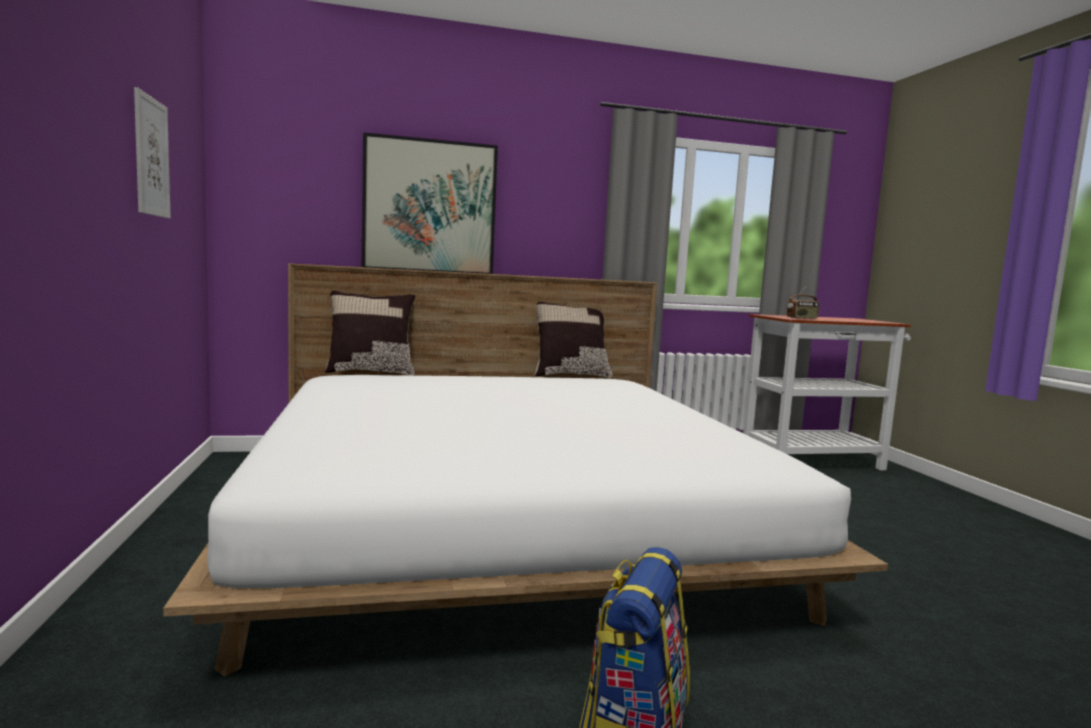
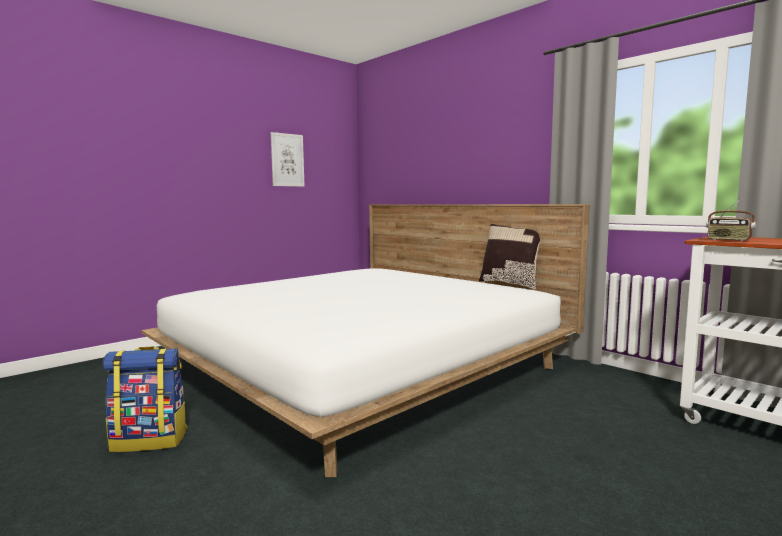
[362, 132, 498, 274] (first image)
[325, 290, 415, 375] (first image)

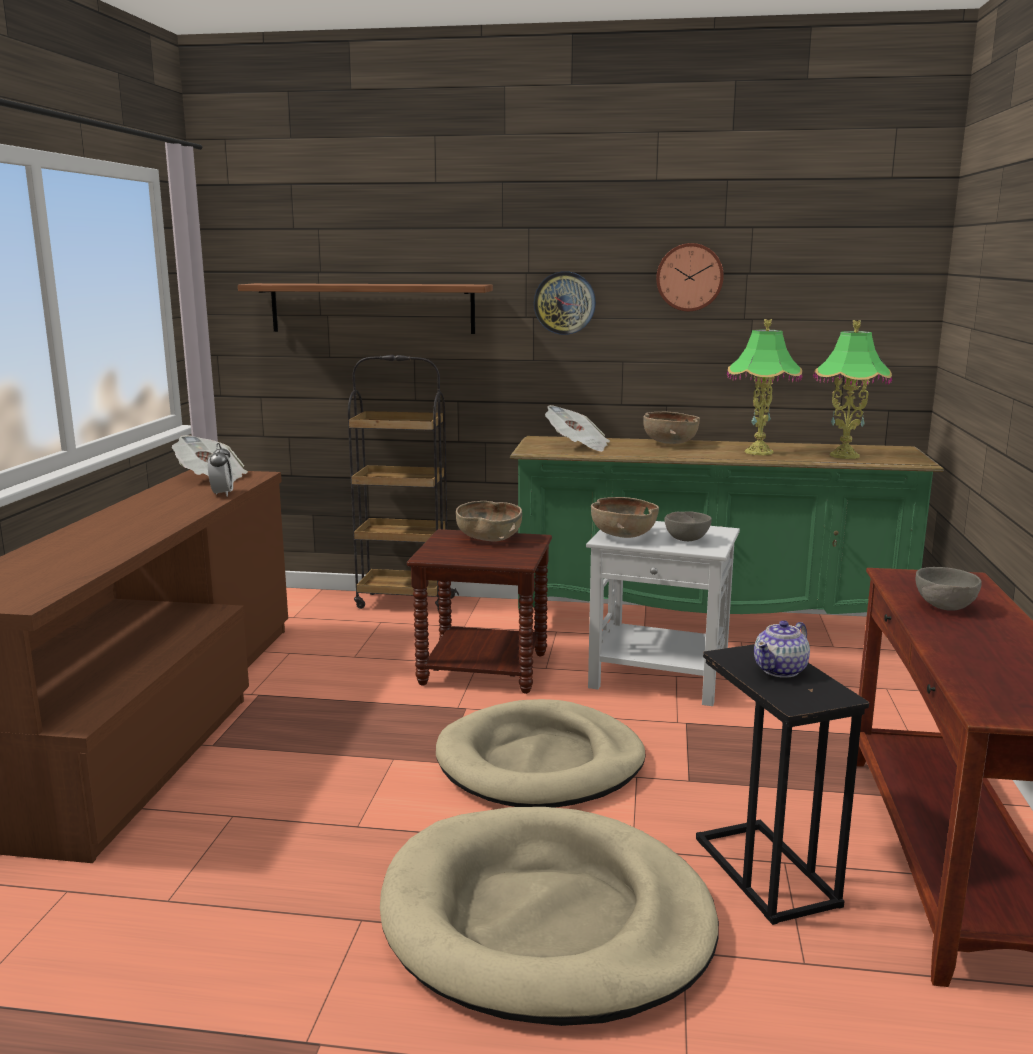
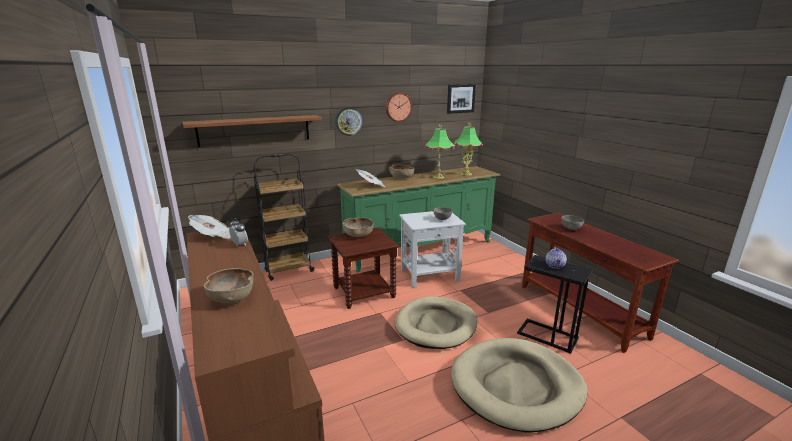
[204, 268, 254, 303]
[447, 84, 476, 114]

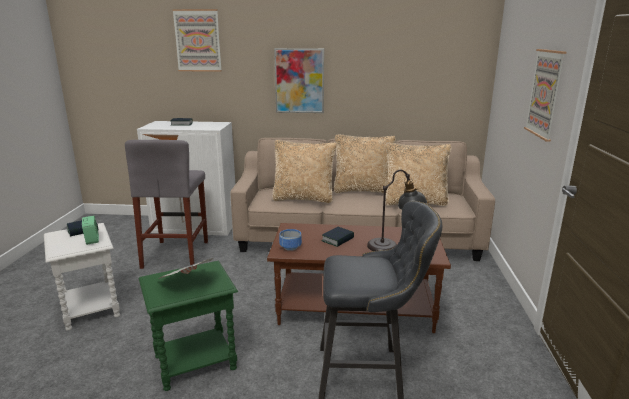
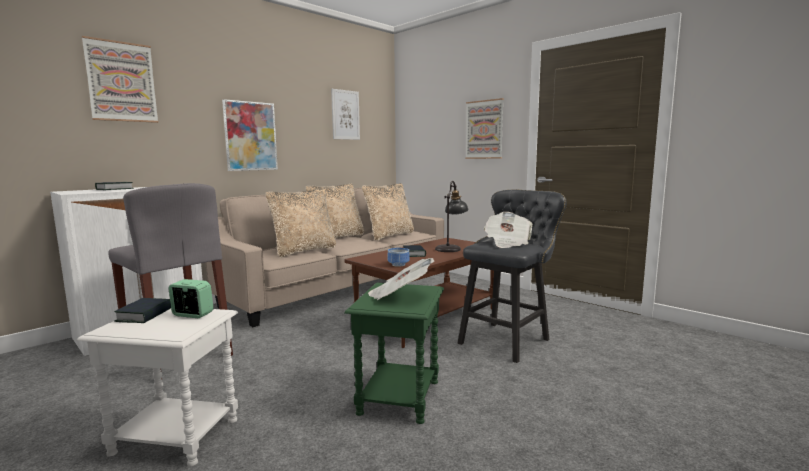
[331, 89, 360, 140]
[484, 212, 533, 248]

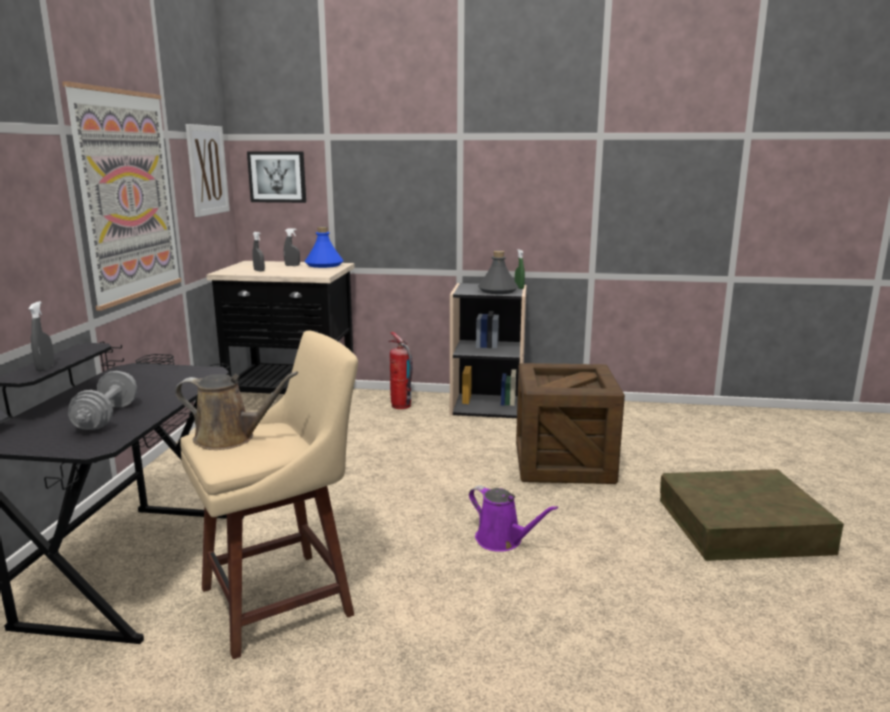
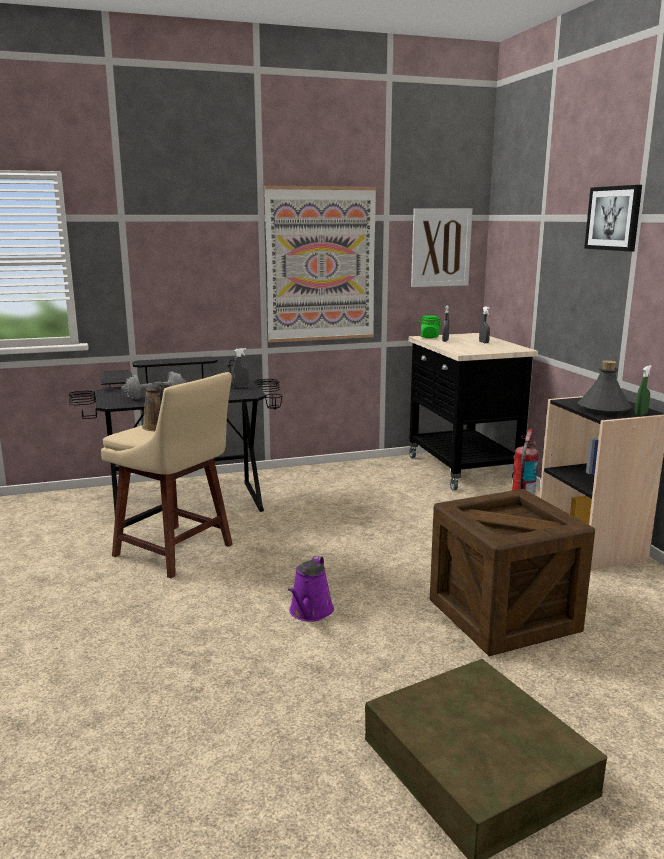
[584, 185, 642, 251]
[305, 227, 343, 268] (first image)
[232, 348, 249, 388]
[418, 315, 442, 338]

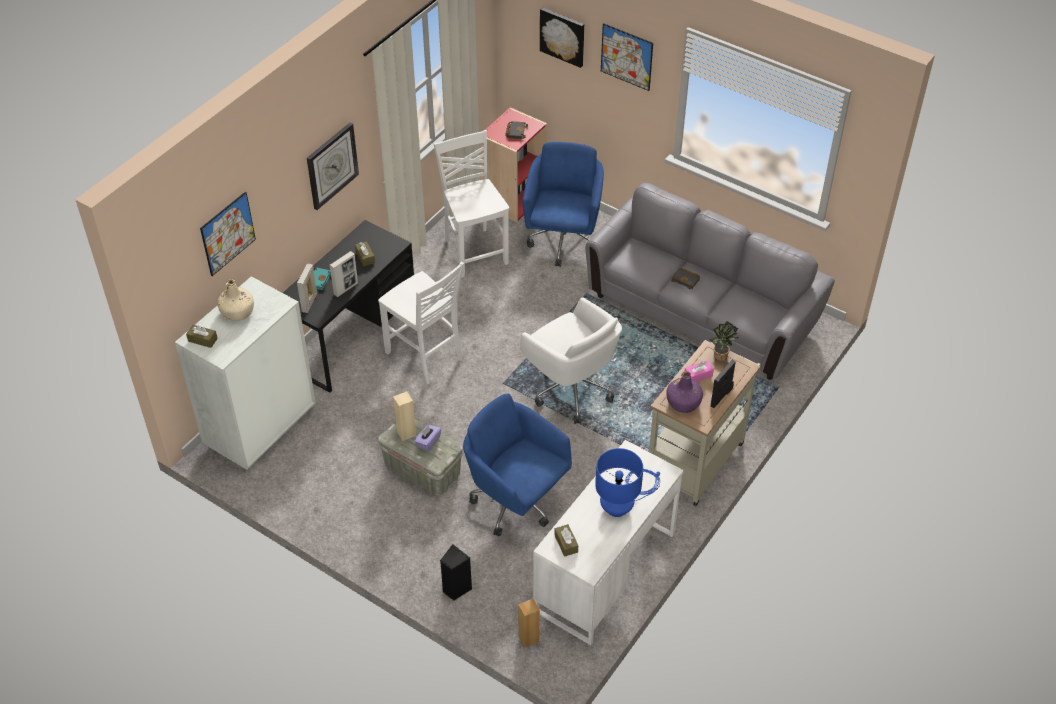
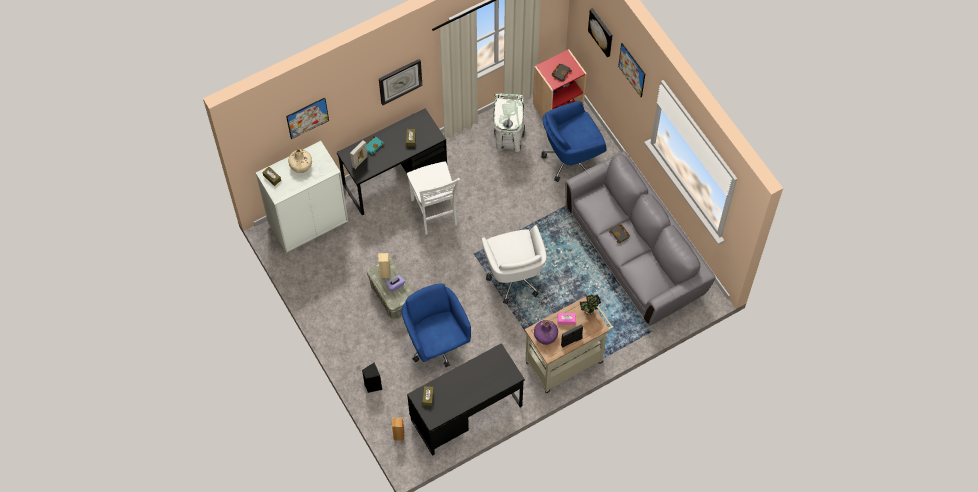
[494, 94, 525, 152]
[541, 101, 607, 182]
[329, 251, 358, 297] (first image)
[407, 343, 525, 456]
[595, 448, 660, 517] (first image)

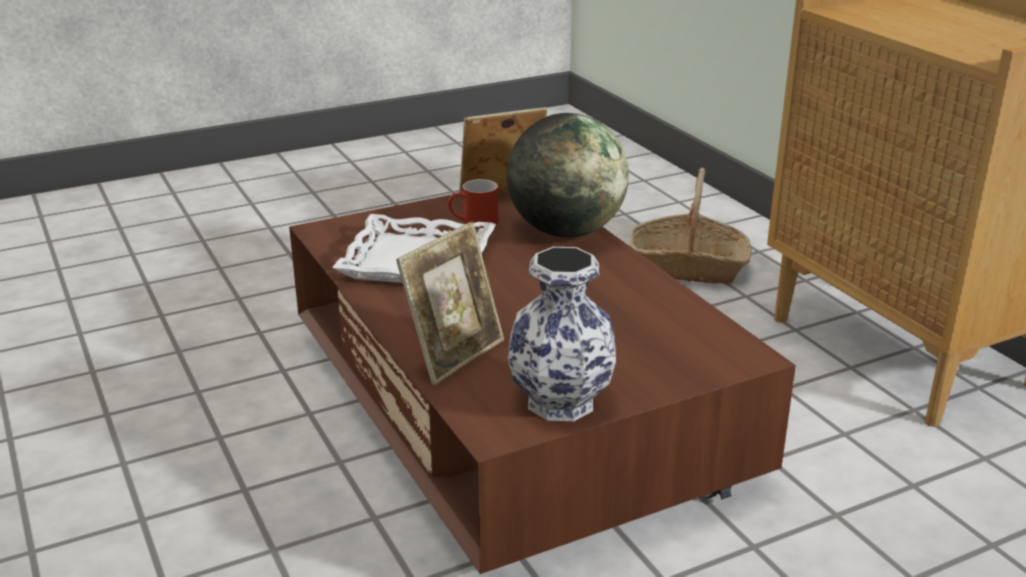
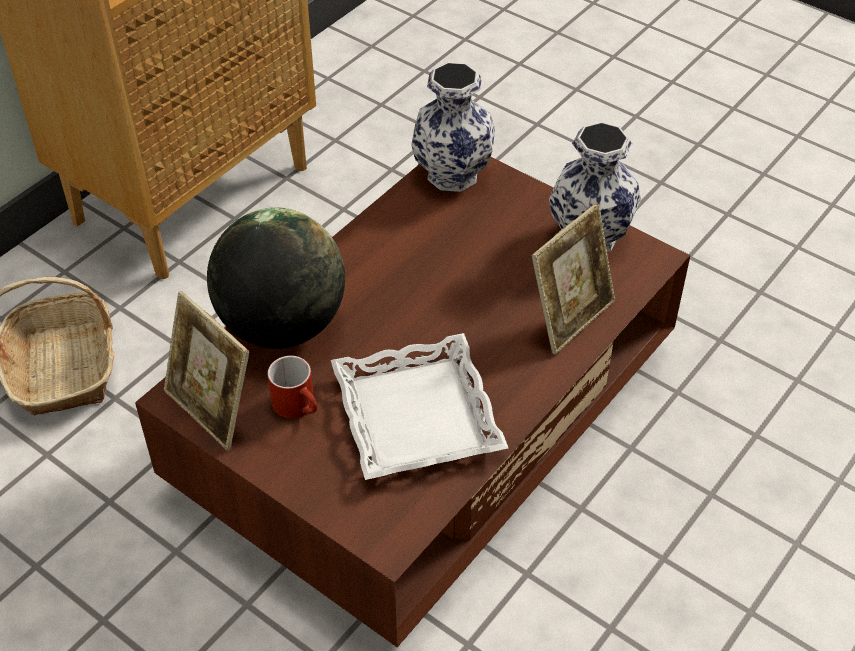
[531, 203, 615, 355]
[411, 62, 495, 192]

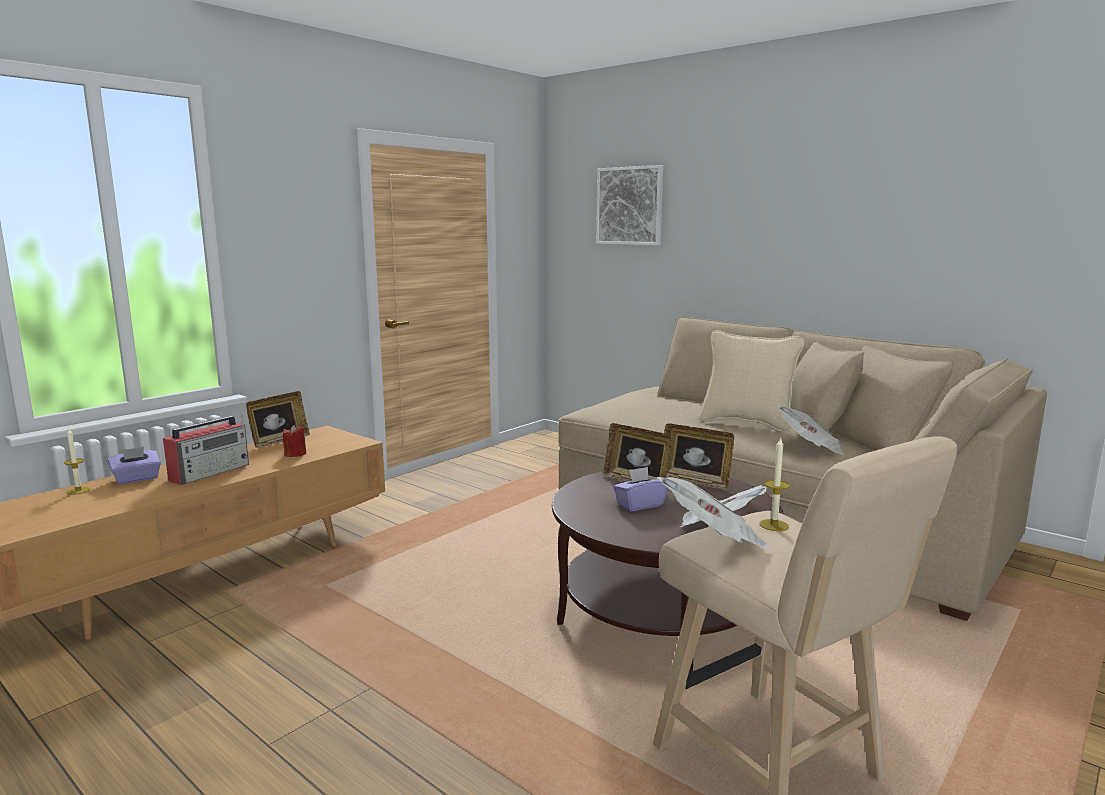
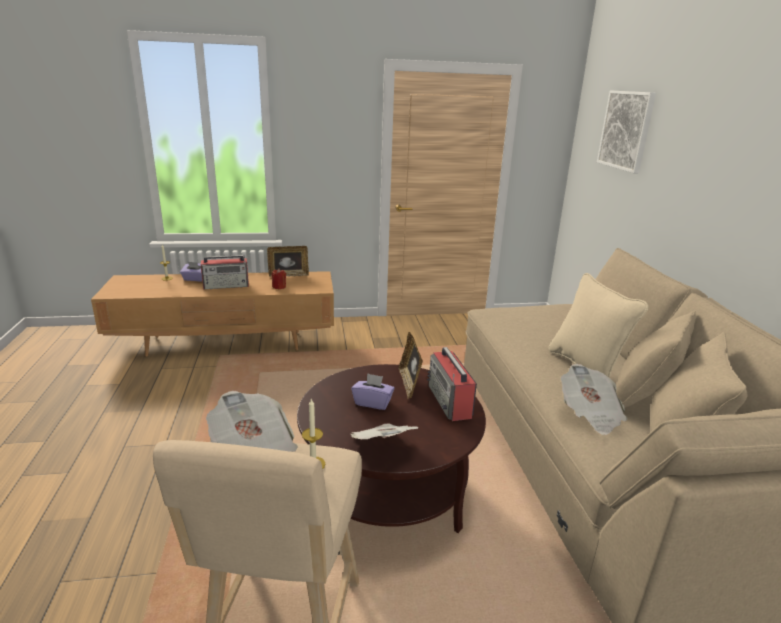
[427, 347, 477, 421]

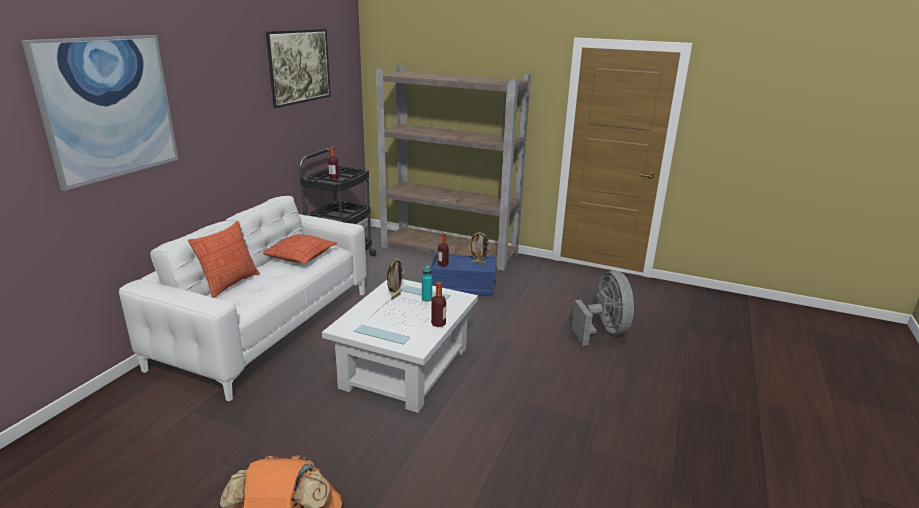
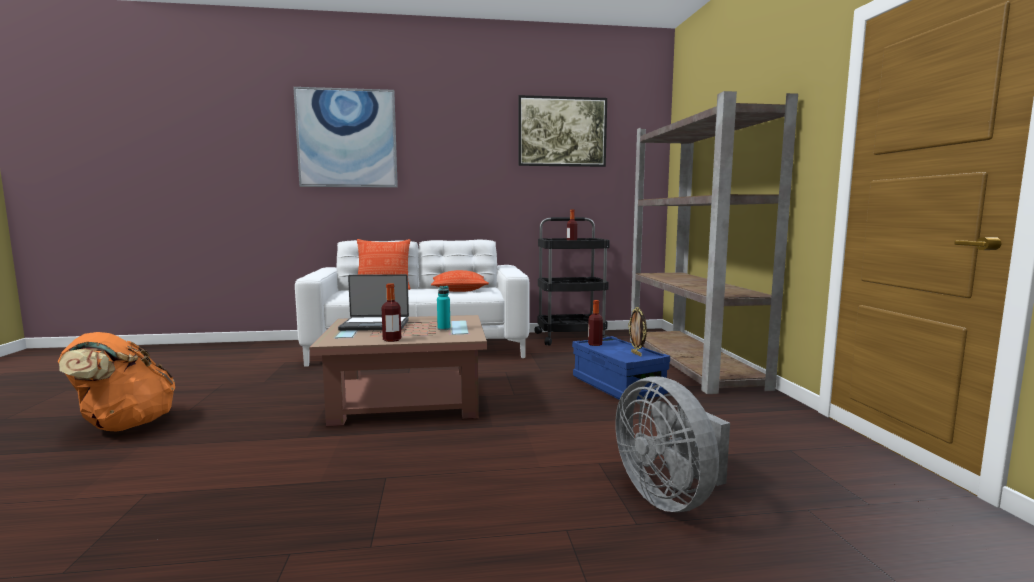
[387, 258, 404, 300] (first image)
[615, 376, 730, 512]
[309, 315, 487, 426]
[338, 274, 409, 331]

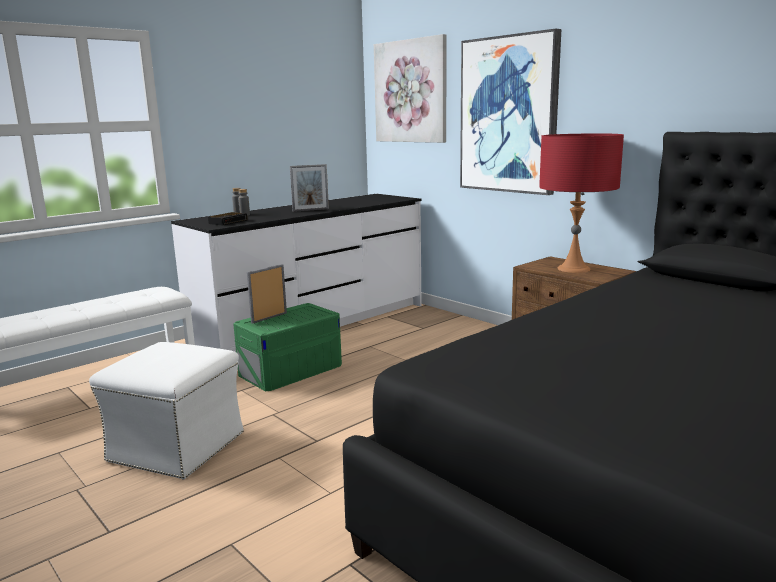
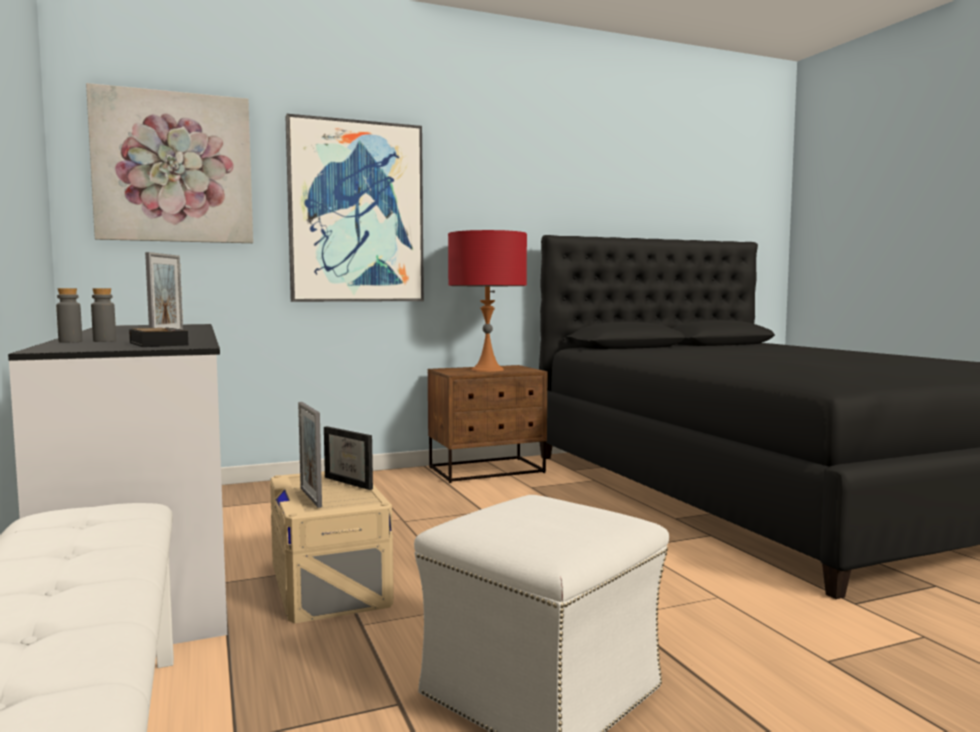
[270, 471, 394, 623]
[324, 426, 373, 490]

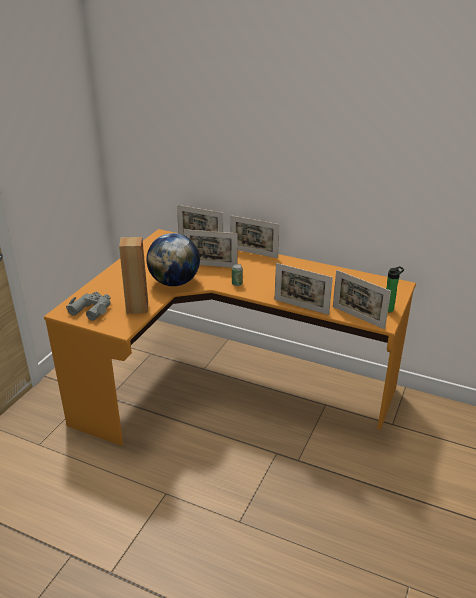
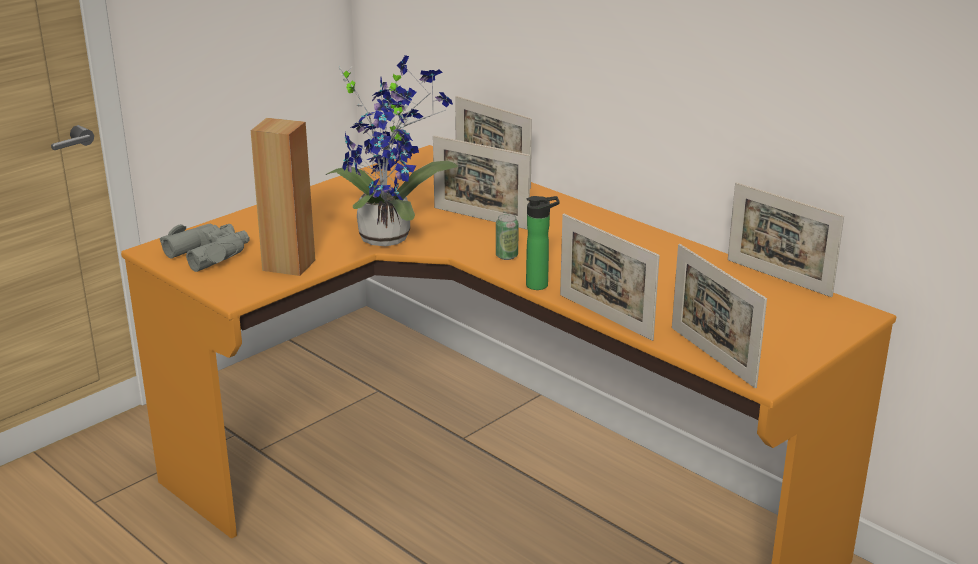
[728, 182, 844, 297]
[326, 55, 458, 247]
[526, 196, 560, 290]

